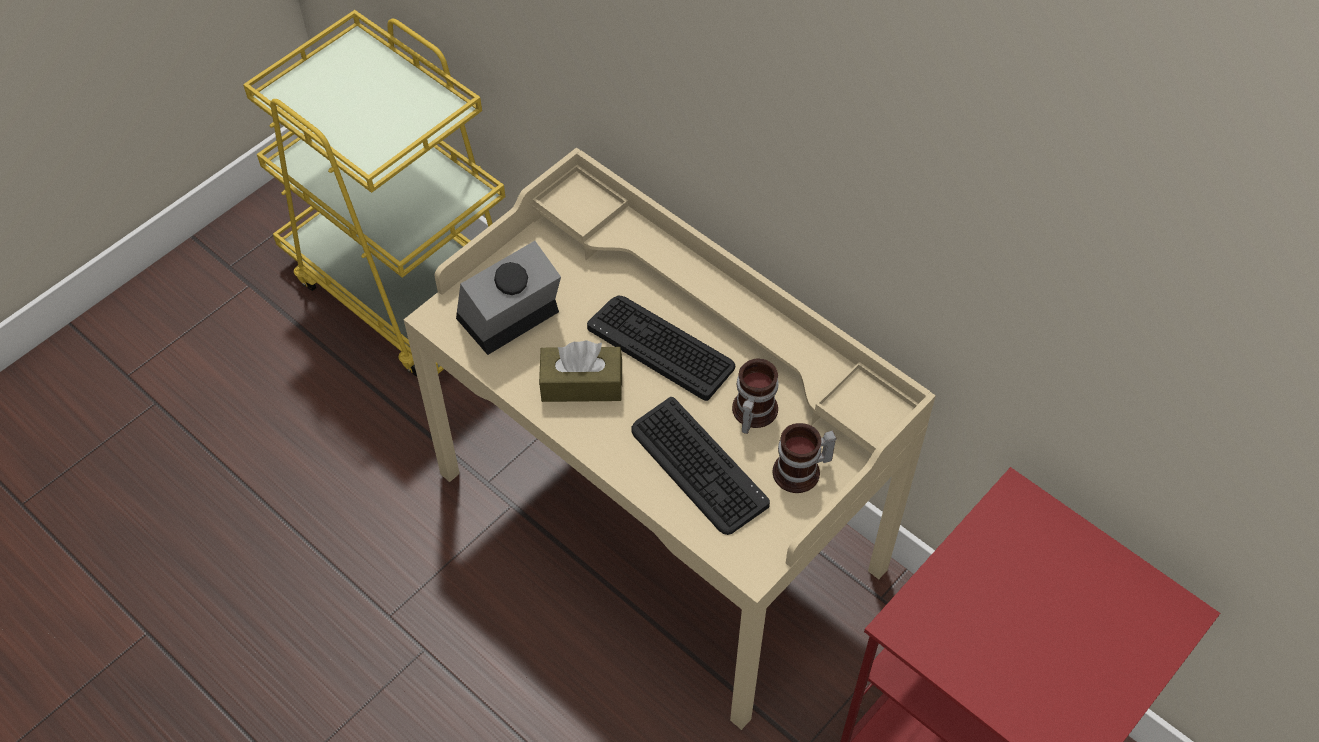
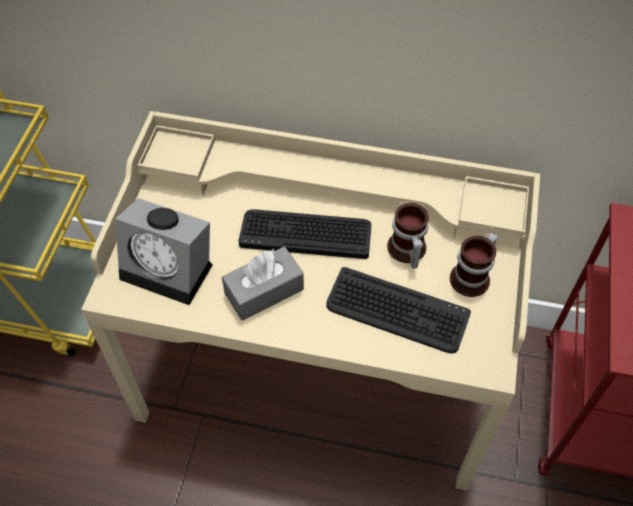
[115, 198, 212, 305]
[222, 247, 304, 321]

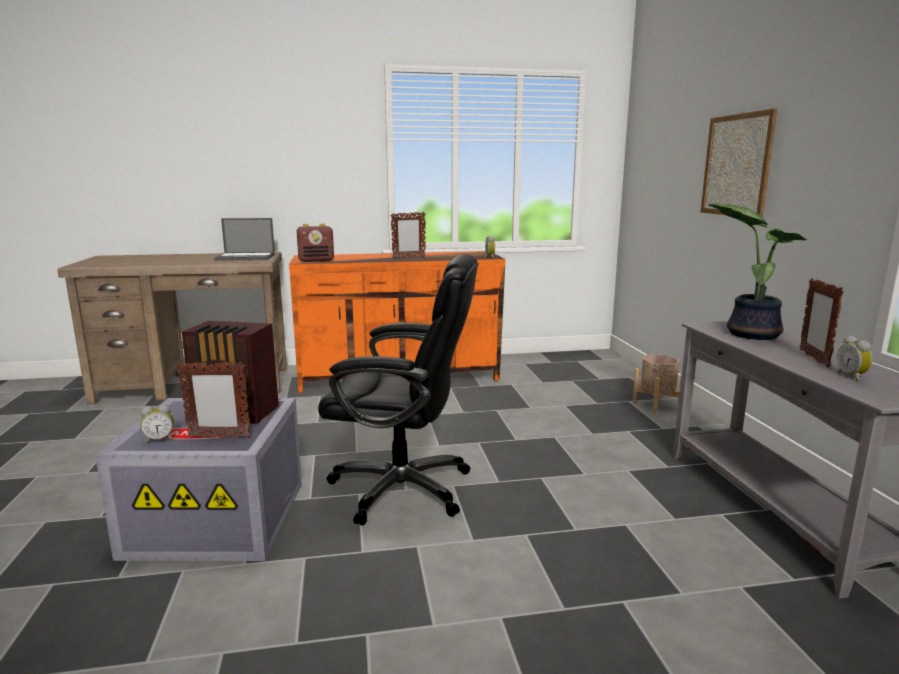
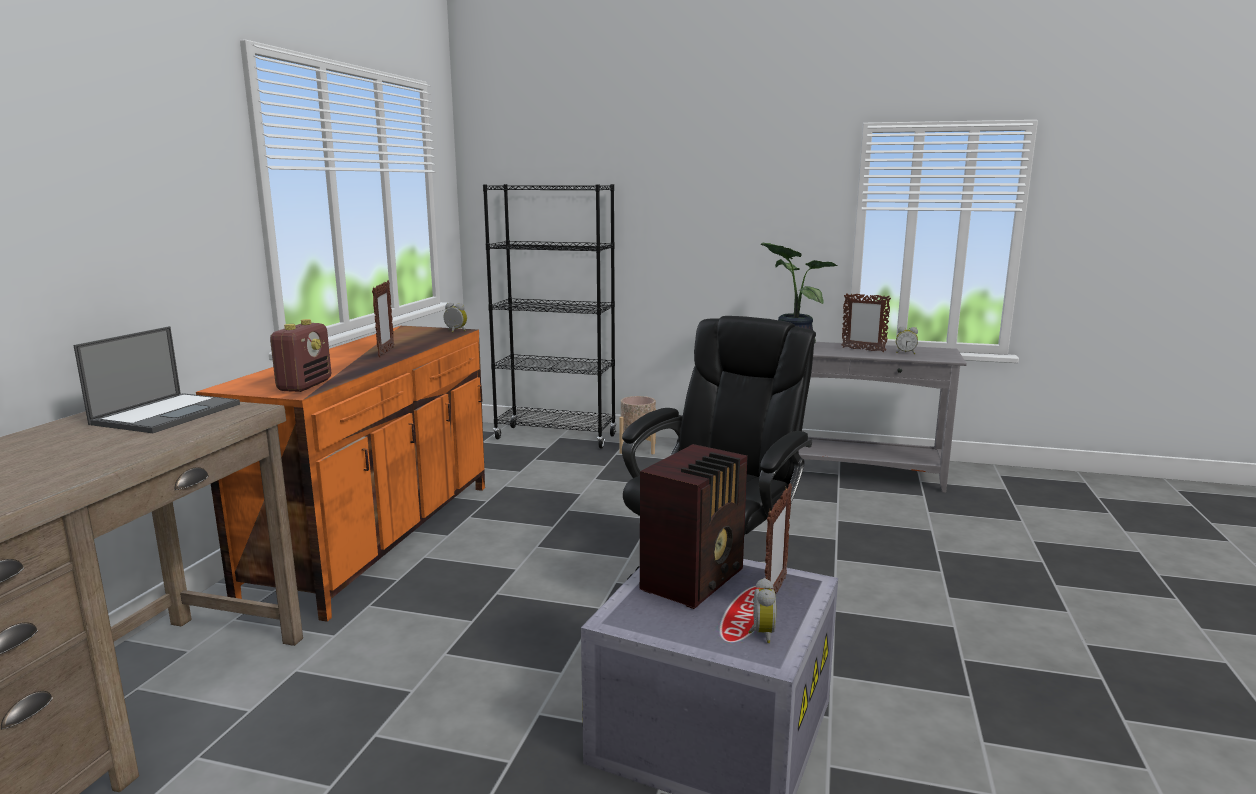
[701, 108, 777, 218] (first image)
[483, 184, 616, 449]

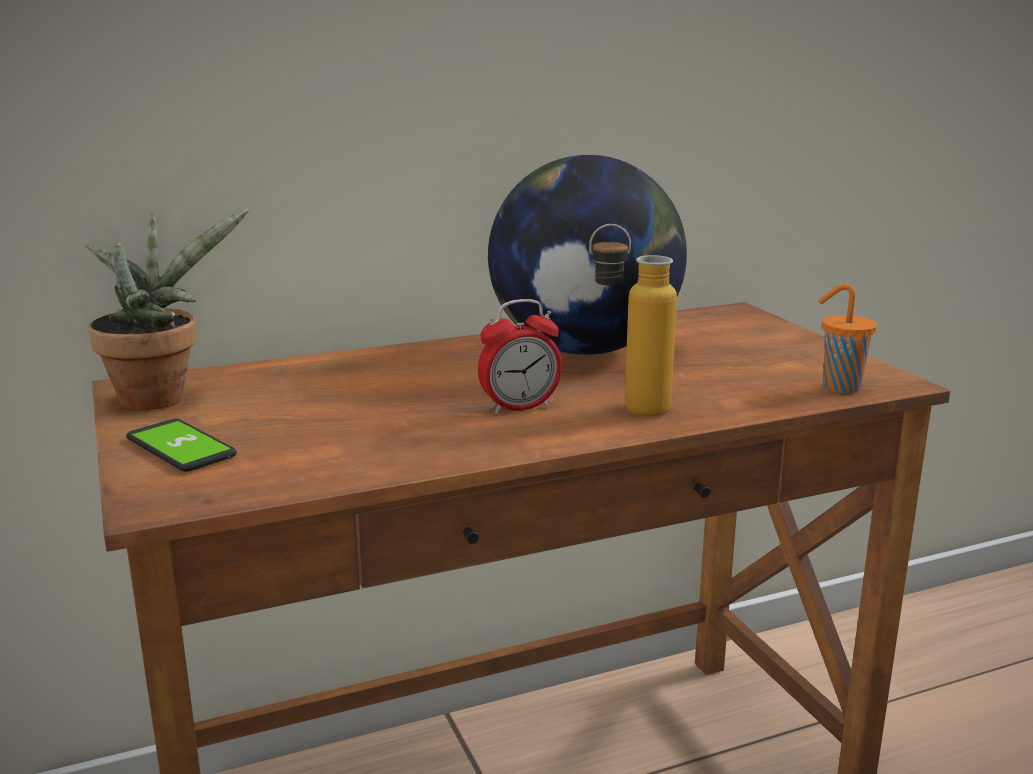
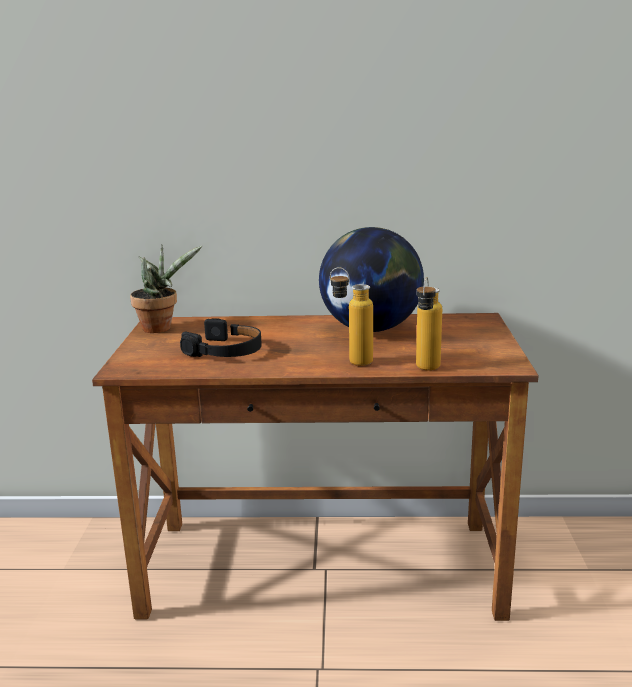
[818, 284, 877, 393] (first image)
[478, 299, 562, 414] (first image)
[126, 419, 237, 472] (first image)
[416, 277, 442, 371]
[180, 318, 262, 357]

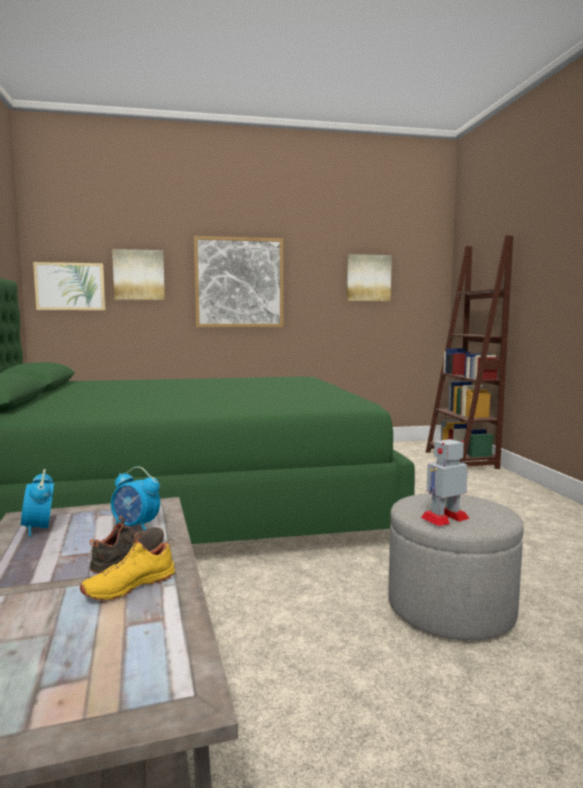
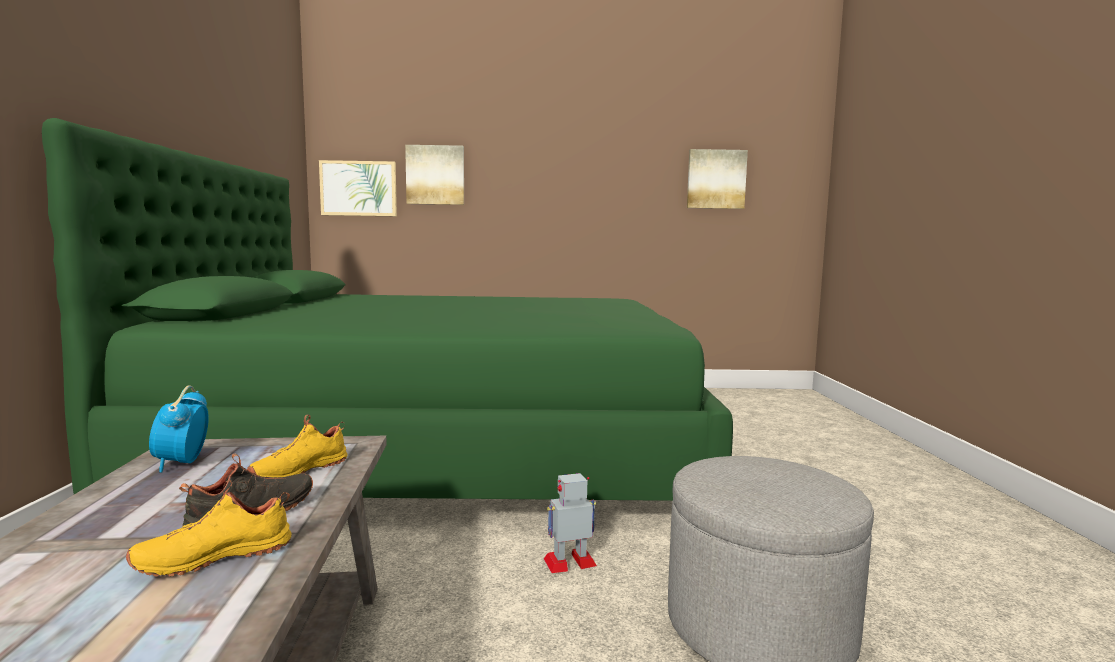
[426, 235, 513, 469] (first image)
[194, 236, 283, 327] (first image)
[544, 473, 597, 573]
[247, 415, 347, 477]

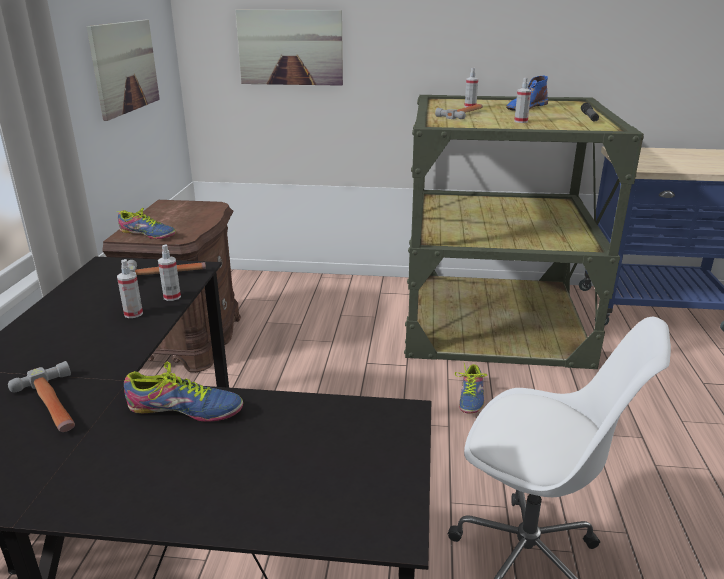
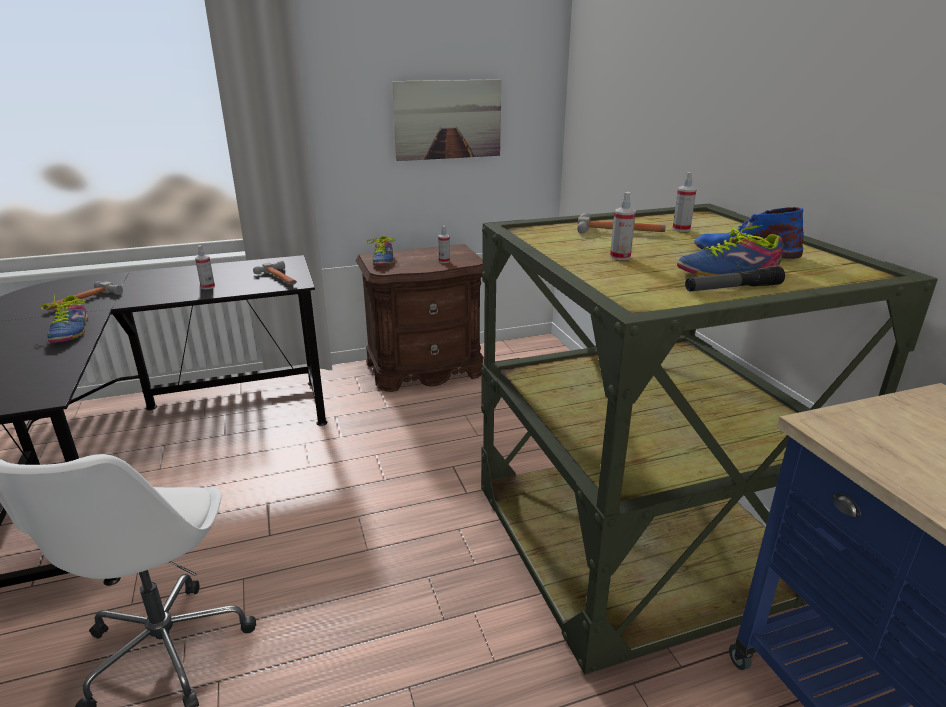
[236, 9, 343, 86] (first image)
[438, 226, 450, 263]
[677, 225, 784, 276]

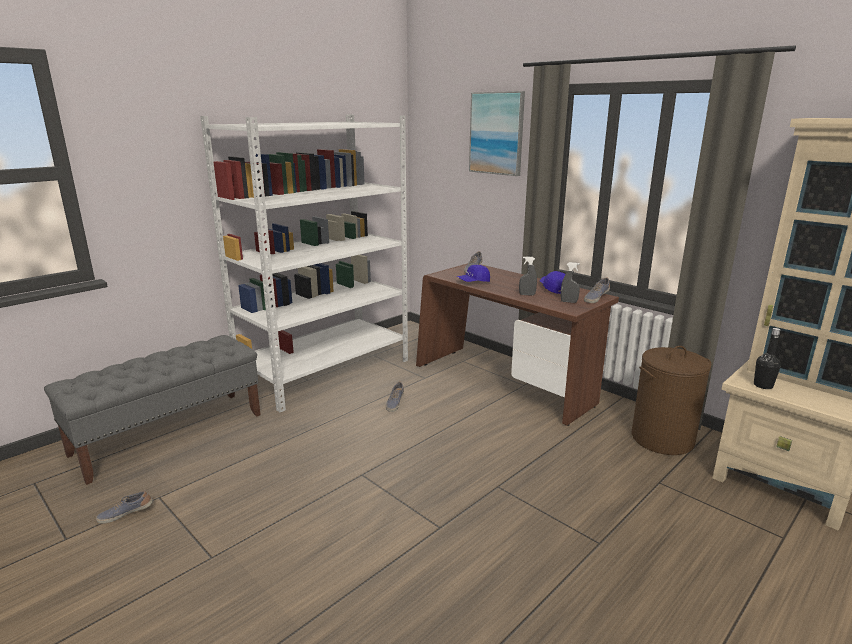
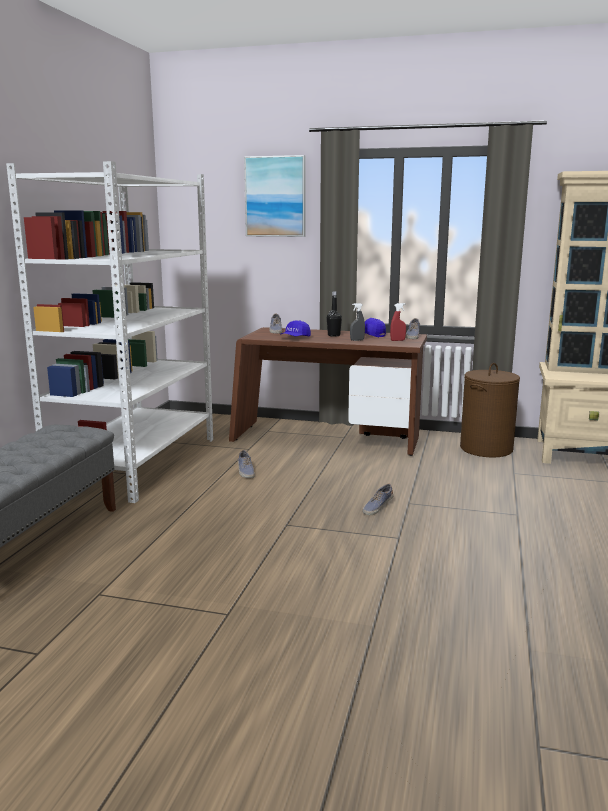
[390, 303, 406, 341]
[327, 291, 342, 336]
[363, 483, 394, 515]

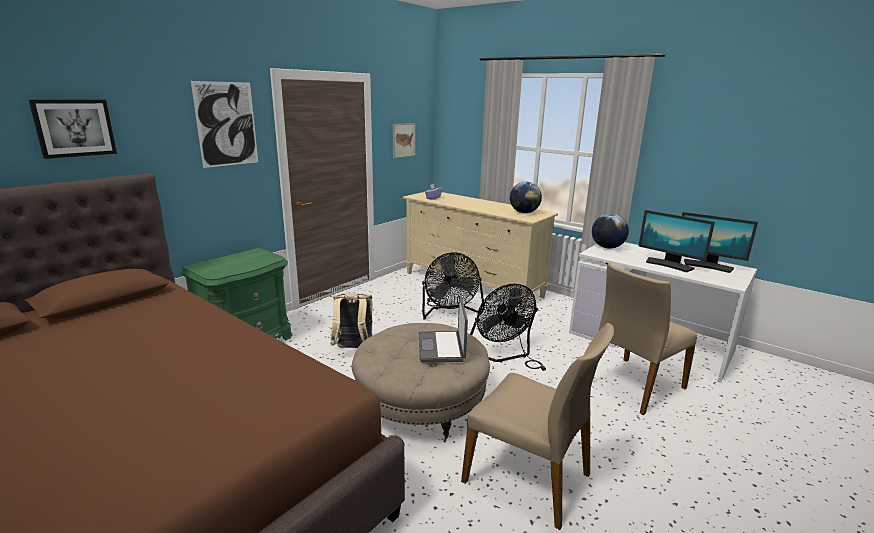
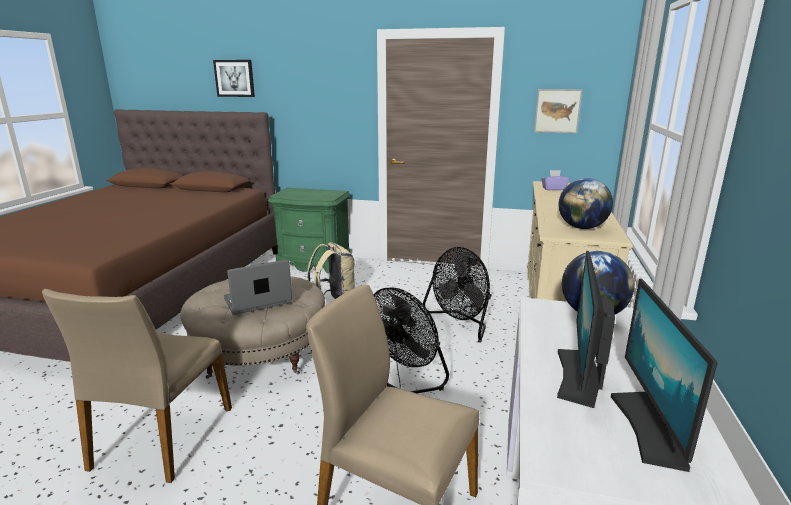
[191, 81, 258, 168] (first image)

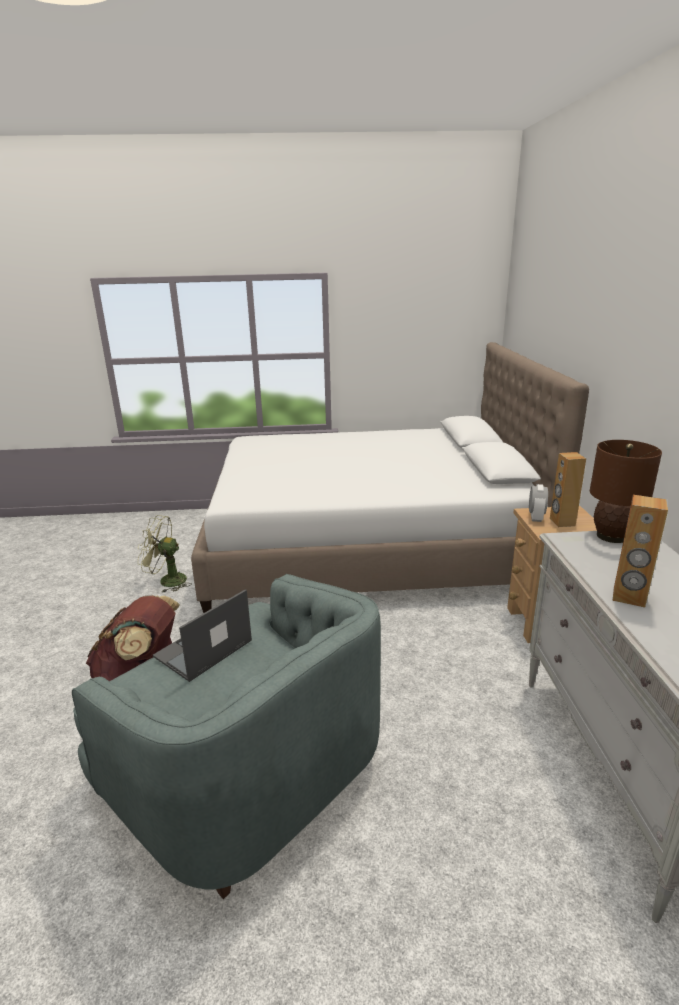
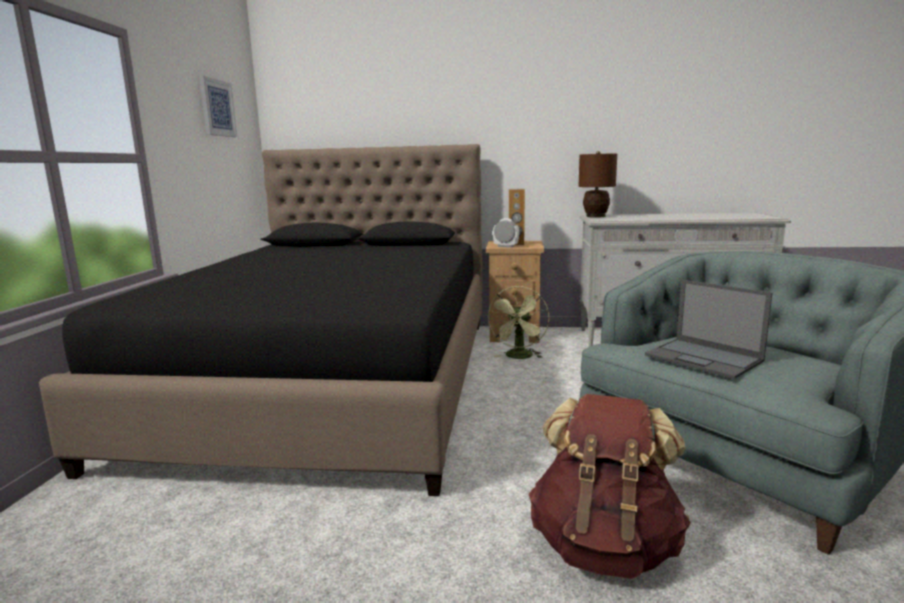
[39, 144, 482, 496]
[613, 495, 668, 608] (first image)
[487, 286, 549, 359]
[199, 76, 237, 137]

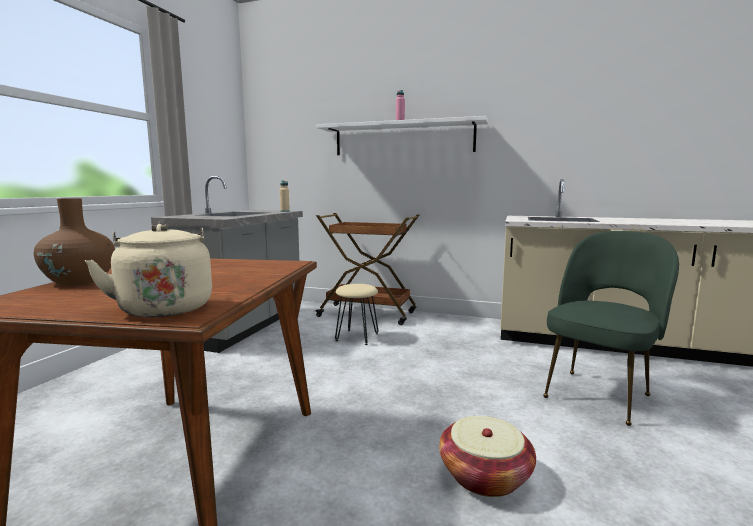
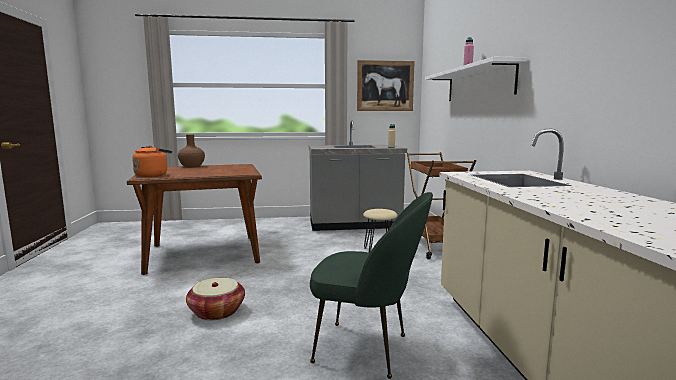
[132, 145, 172, 177]
[357, 60, 415, 111]

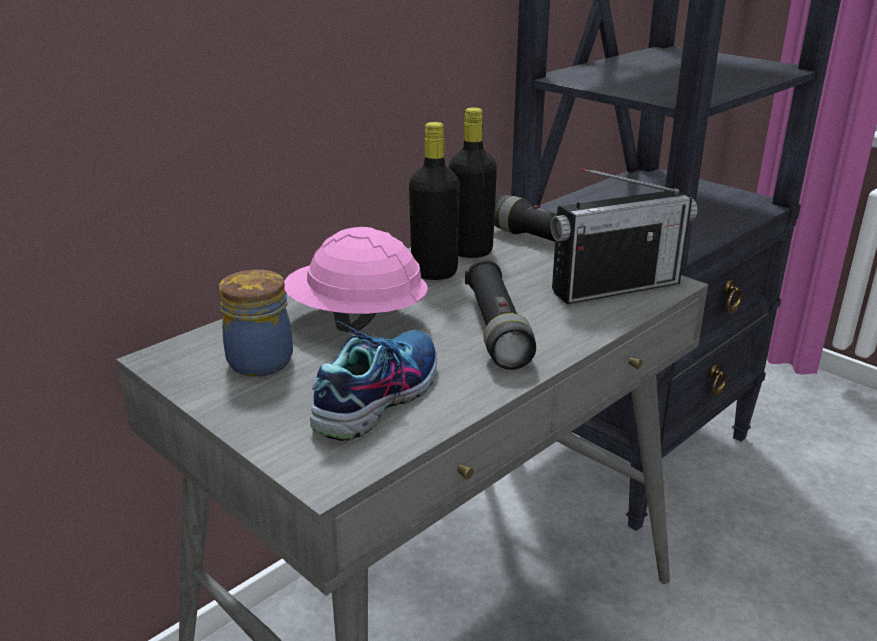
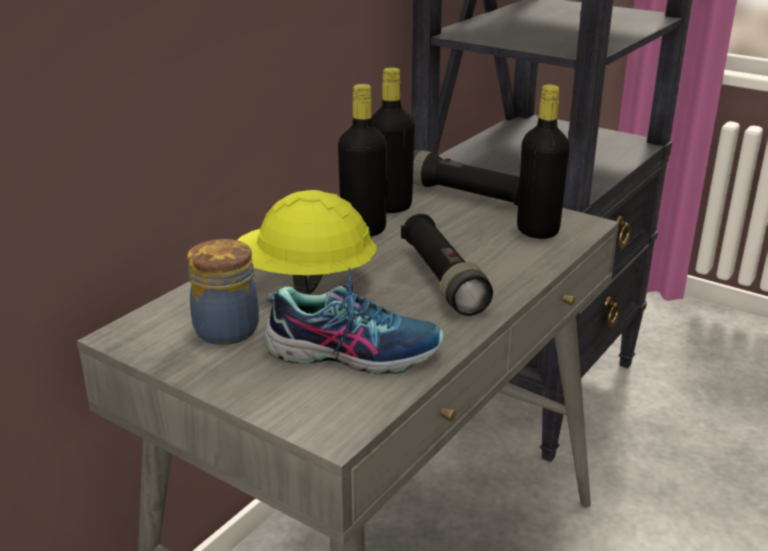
[517, 84, 570, 239]
[237, 190, 377, 294]
[263, 267, 444, 374]

